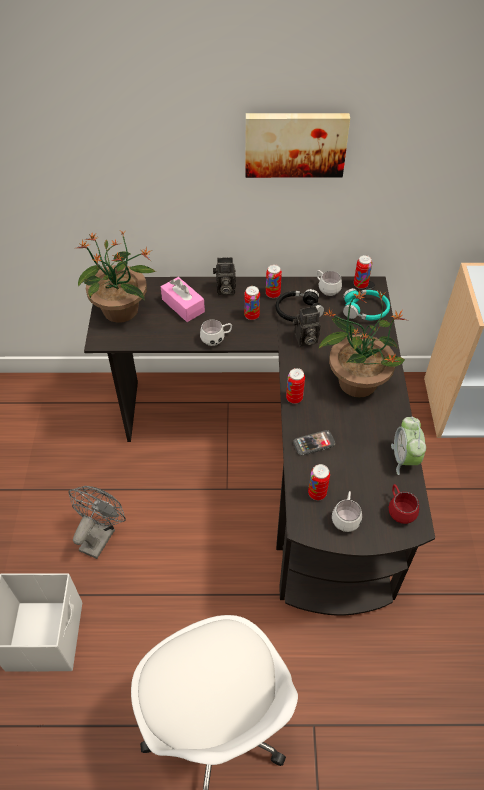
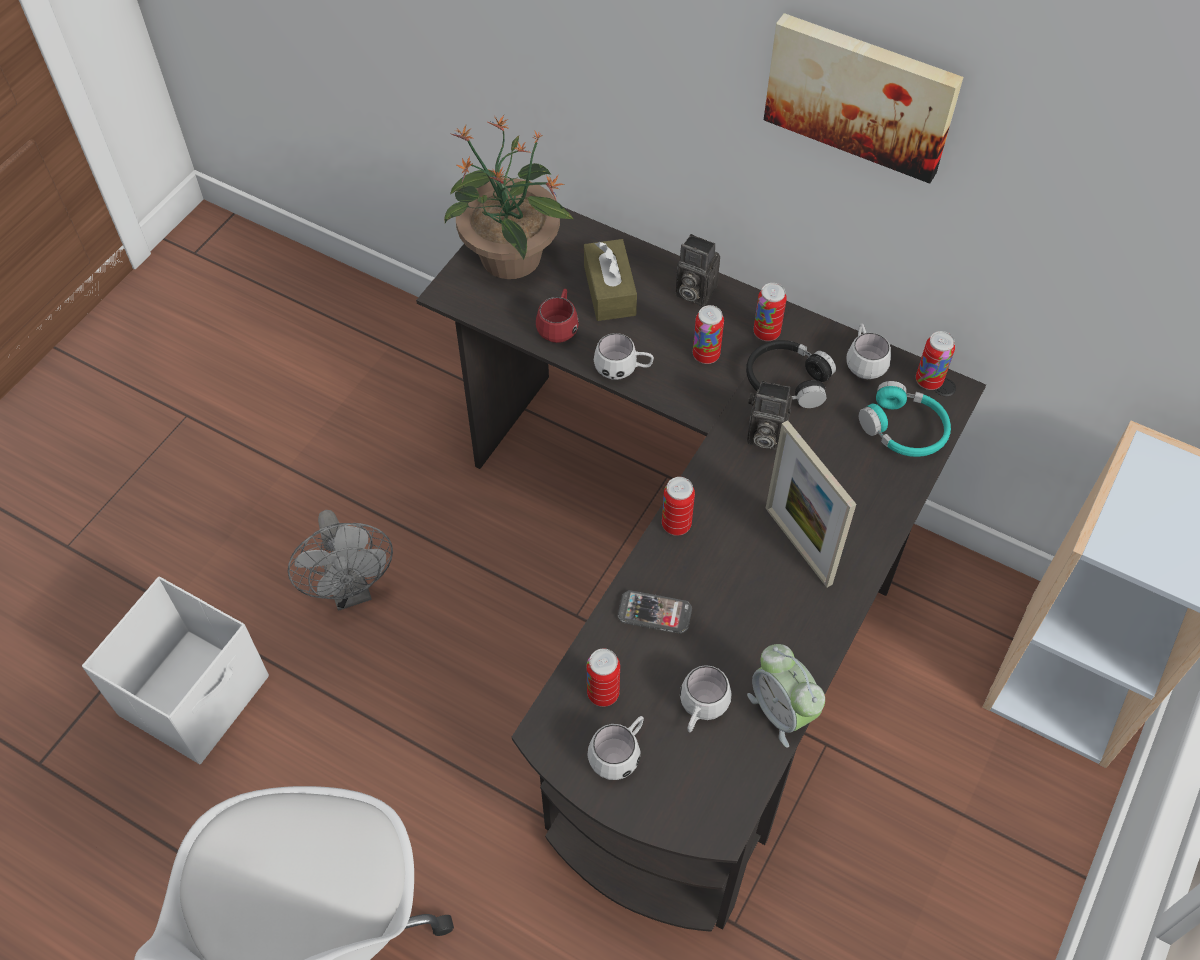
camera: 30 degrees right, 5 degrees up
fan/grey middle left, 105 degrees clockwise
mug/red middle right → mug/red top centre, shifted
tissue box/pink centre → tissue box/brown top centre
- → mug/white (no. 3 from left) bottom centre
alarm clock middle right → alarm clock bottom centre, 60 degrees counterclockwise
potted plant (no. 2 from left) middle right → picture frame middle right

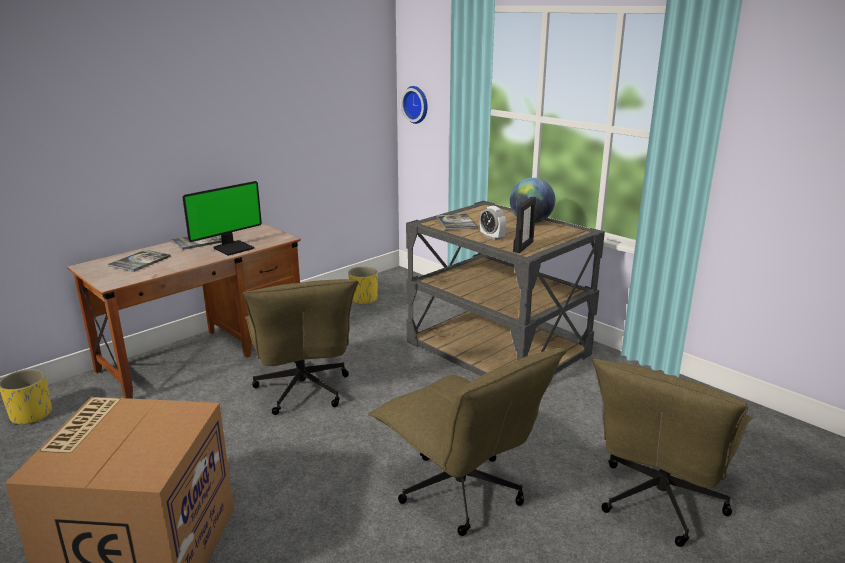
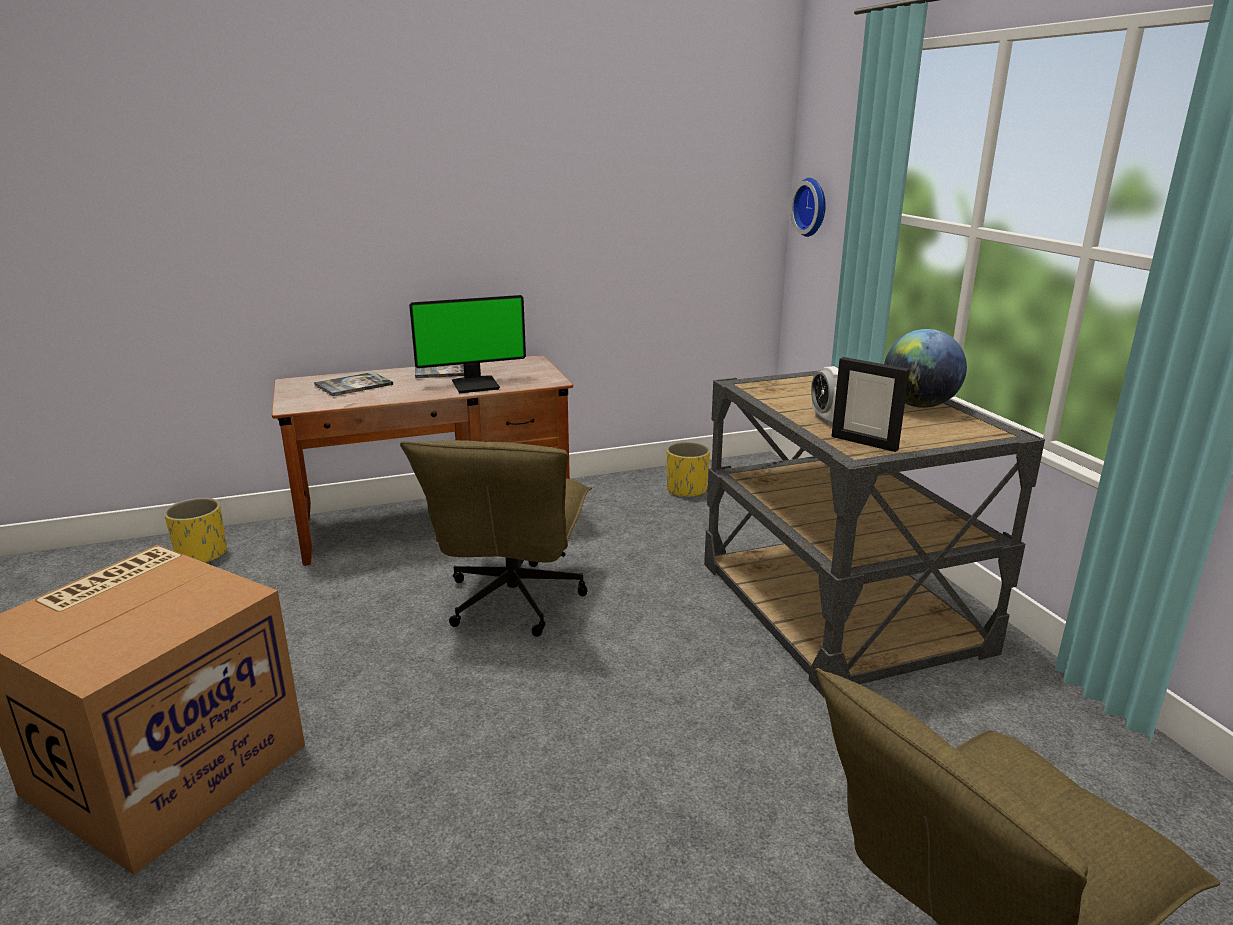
camera: 25 degrees right, 0 degrees up
picture frame centre → picture frame middle right, 75 degrees clockwise
office chair/beige (no. 2 from left) bottom centre → -
book (no. 3 from left) centre → -

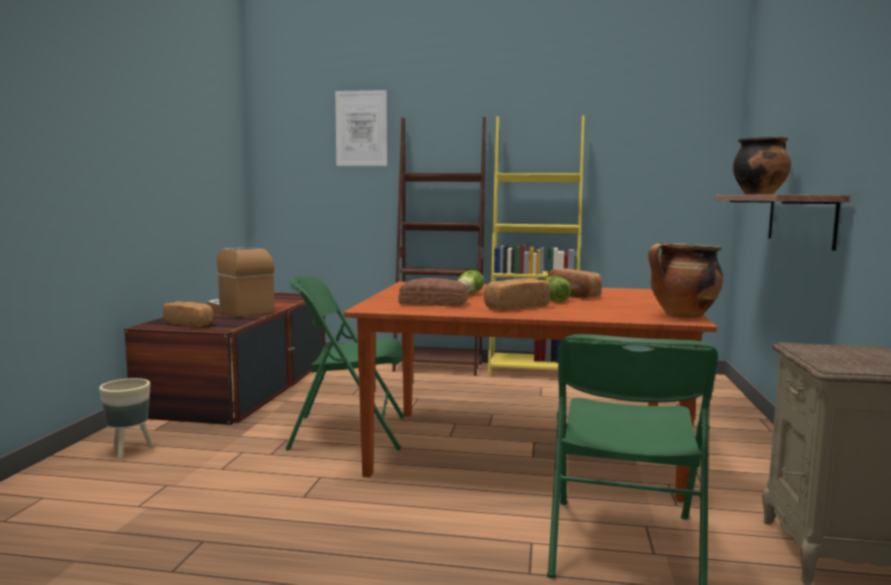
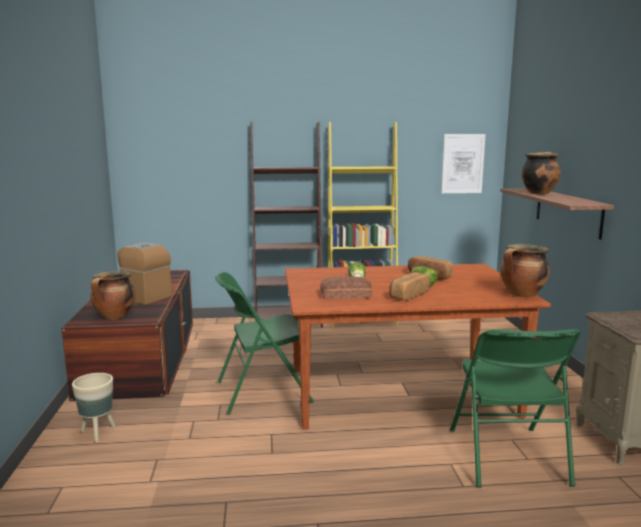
camera: 15 degrees left, 5 degrees up
bread (no. 1 from left) middle left → cooking pot (no. 1 from left) middle left
picture top centre → picture top right, shifted

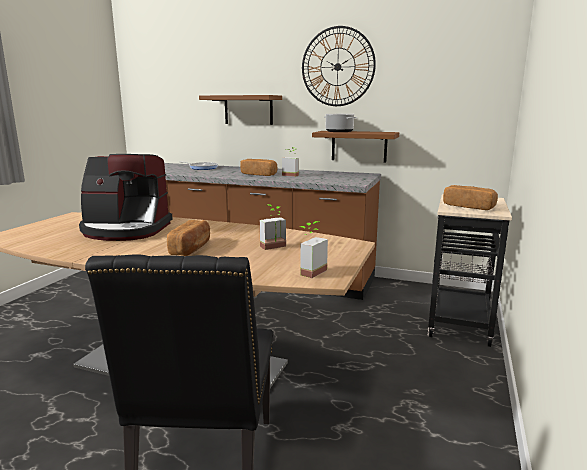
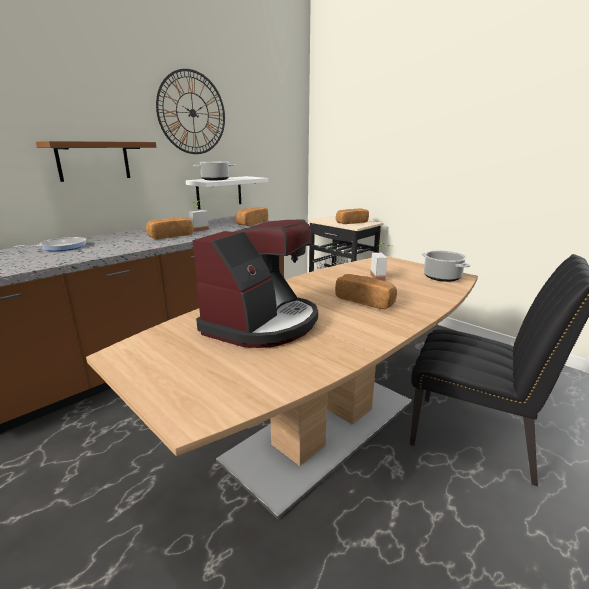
camera: 65 degrees left, 5 degrees up
shelf/brown (no. 2 from left) top centre → shelf/white top centre
- → bread (no. 2 from left) centre
potted plant (no. 3 from left) centre → cooking pot (no. 2 from left) middle right

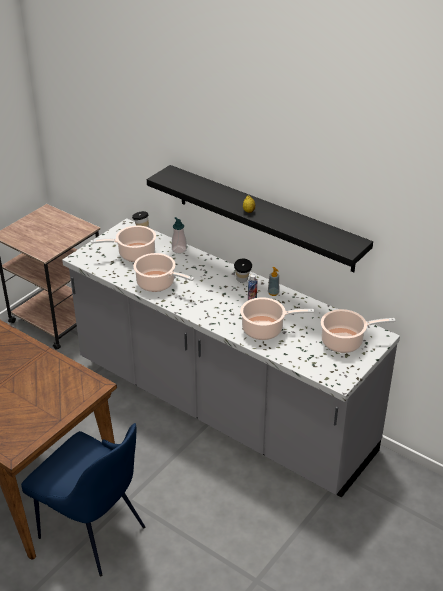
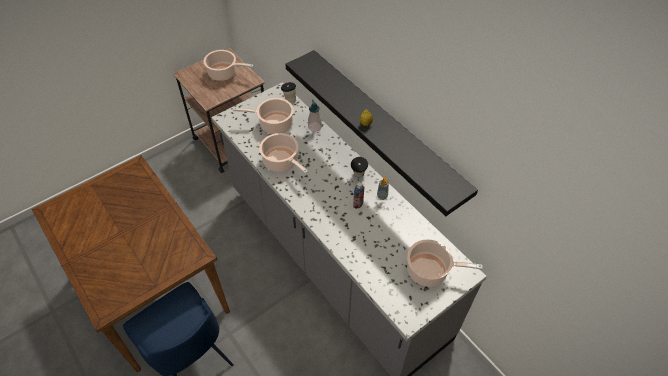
camera: 15 degrees right, 15 degrees up
cooking pot (no. 3 from left in the first image) centre → cooking pot (no. 1 from left) top centre, shifted

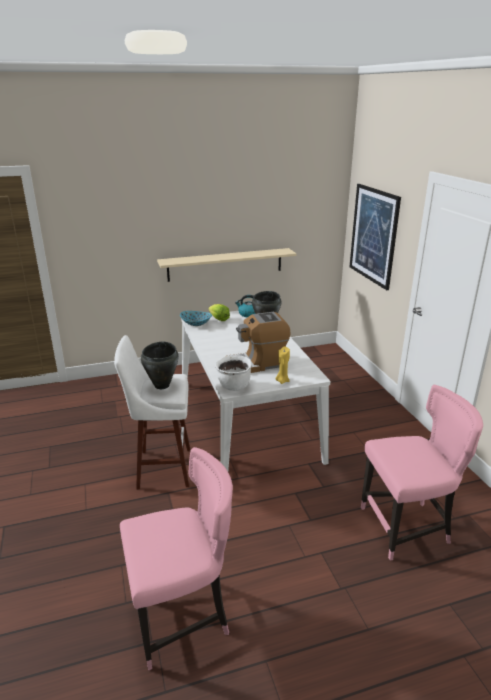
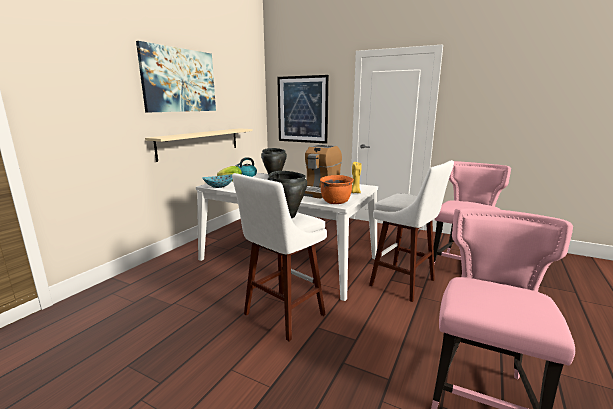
camera: 45 degrees left, 10 degrees down
- → picture (no. 1 from left) top left
cooking pot/white centre → cooking pot/orange centre
- → stool/white (no. 2 from left) middle right

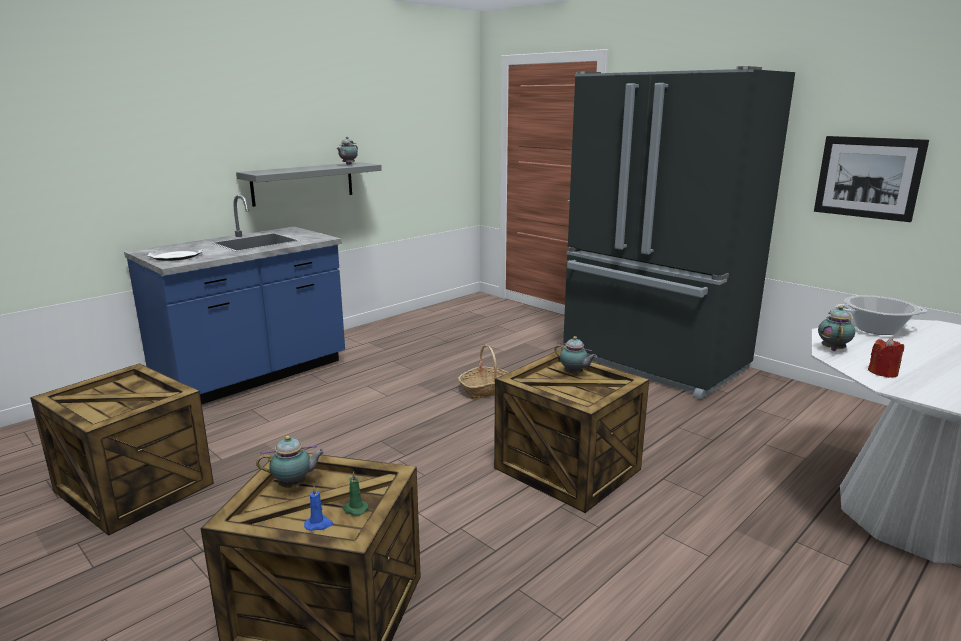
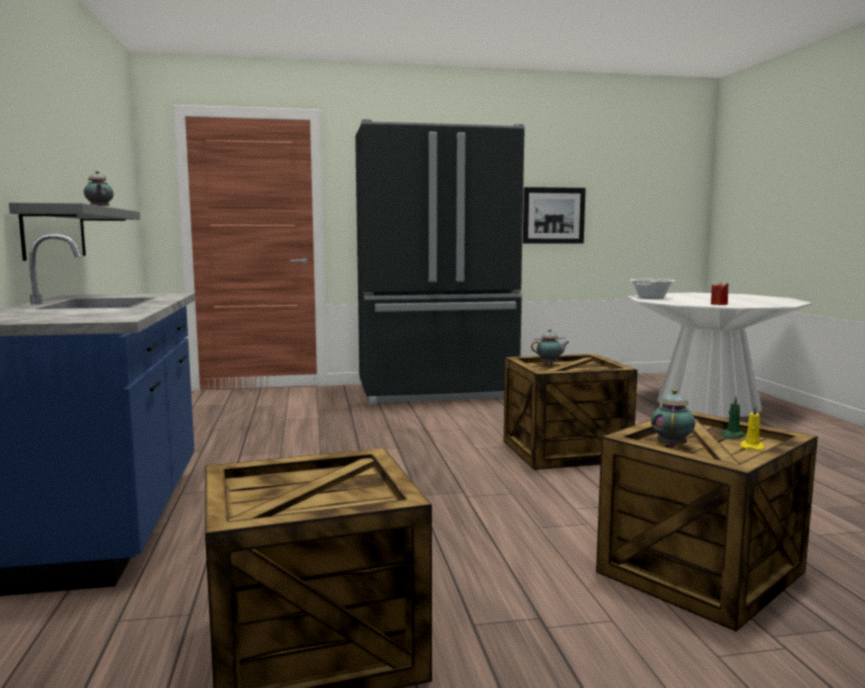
camera: 55 degrees left, 10 degrees down
candle/blue bottom left → candle/yellow middle right
plate middle left → -
basket centre → -
teapot (no. 4 from left) middle right → -

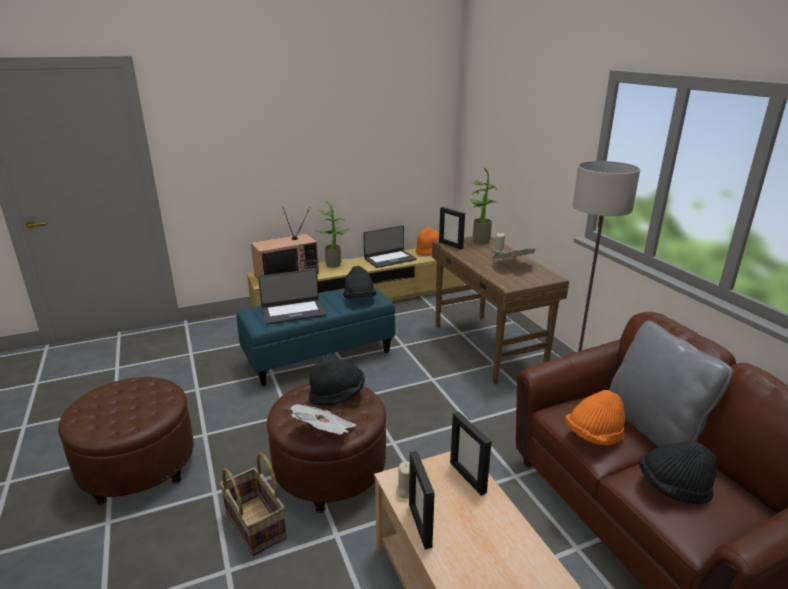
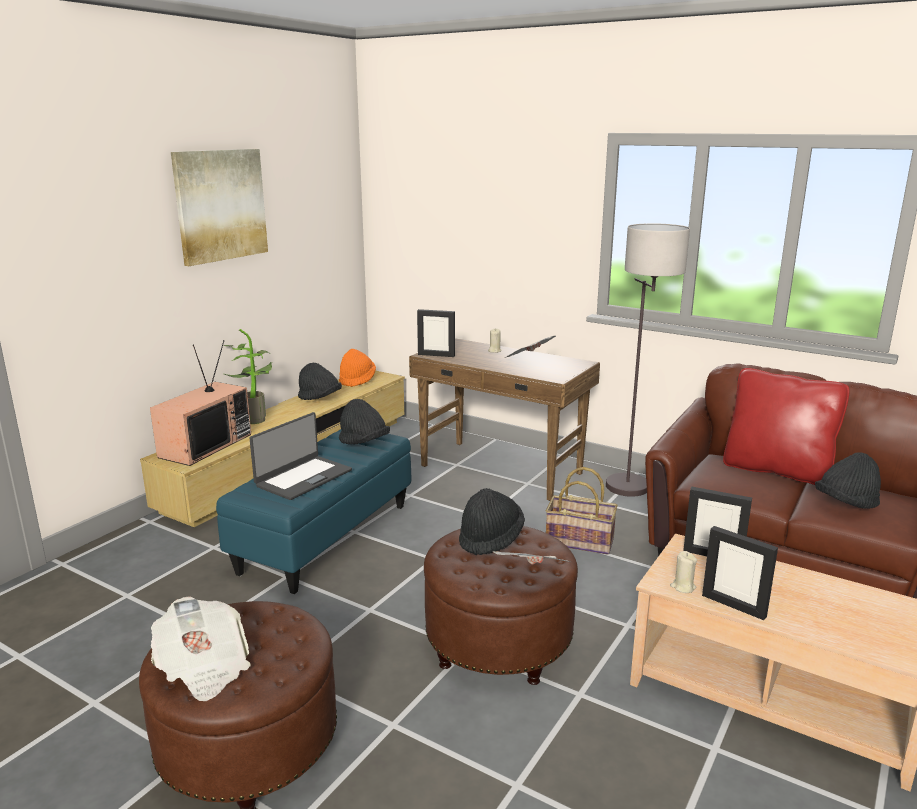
camera: 35 degrees left, 5 degrees down
- → newspaper (no. 1 from left) bottom left
- → picture top left
laptop (no. 2 from left) centre → hat/black (no. 1 from left) centre
basket bottom left → basket centre, shifted
pillow/grey middle right → pillow/red middle right
potted plant (no. 2 from left) centre → -
hat/orange (no. 2 from left) bottom right → -

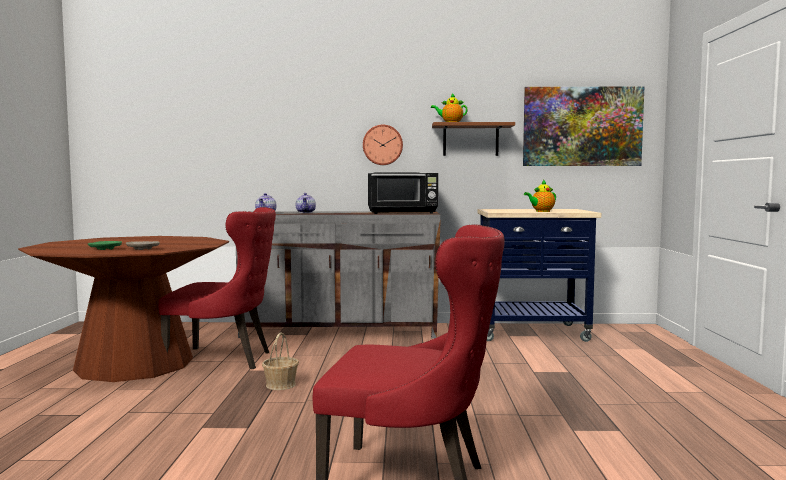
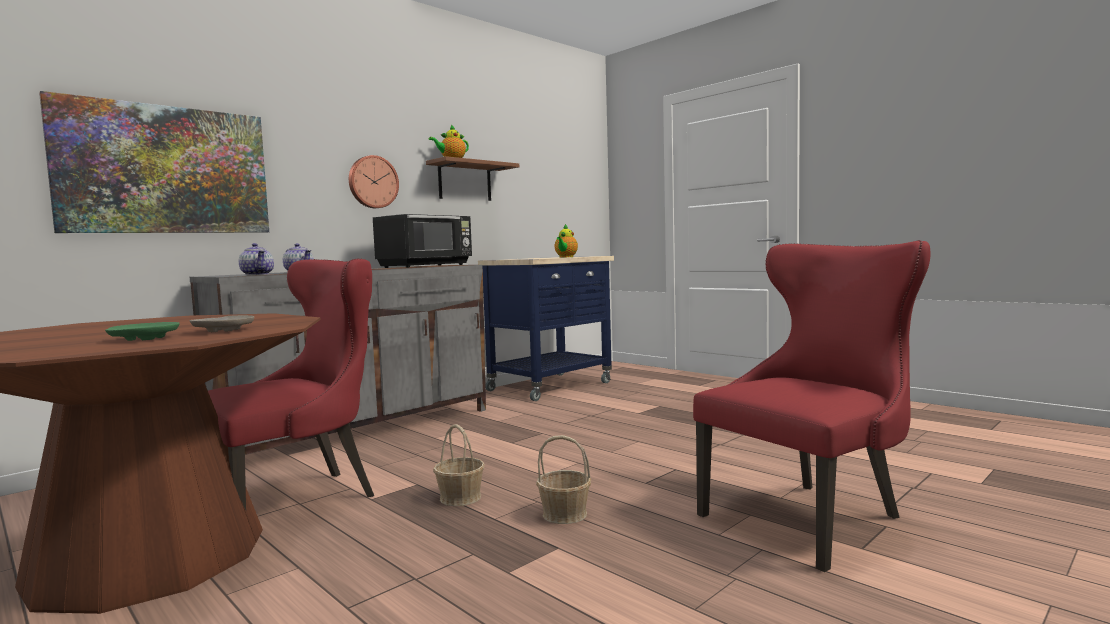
camera: 45 degrees left, 0 degrees up
picture top right → picture top left, shifted
- → basket (no. 2 from left) bottom centre

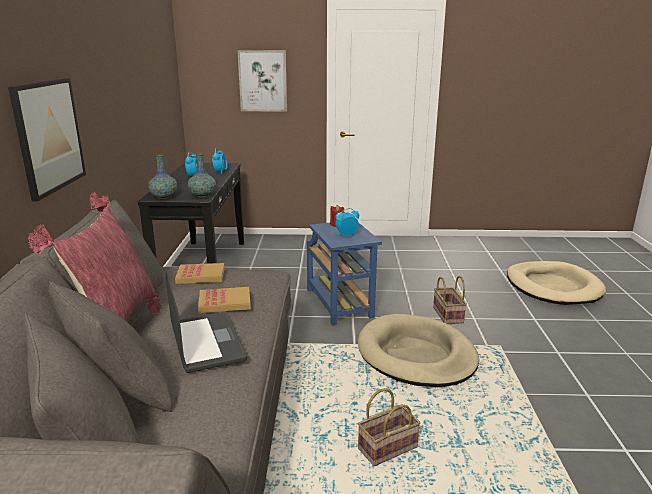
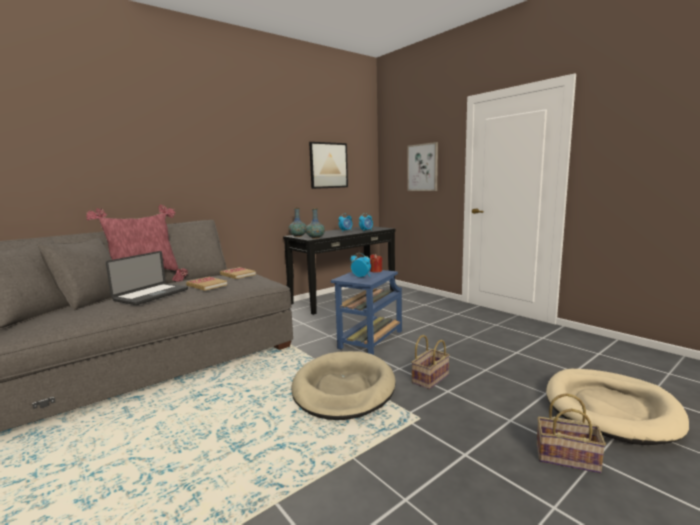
camera: 50 degrees right, 10 degrees down
picture (no. 1 from left) top left → picture (no. 1 from left) top centre, shifted
basket (no. 1 from left in the first image) bottom centre → basket (no. 2 from left) bottom right, shifted

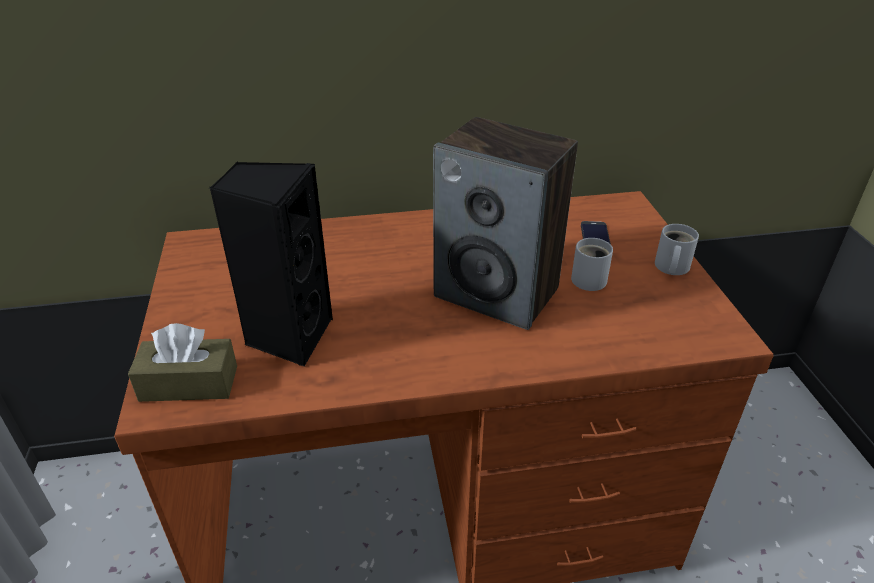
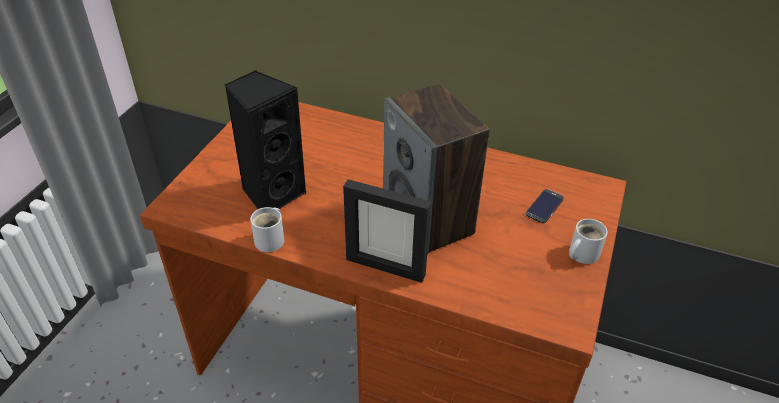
camera: 30 degrees right, 5 degrees up
mug/white (no. 1 from left) middle right → mug/white (no. 1 from left) centre, shifted
- → picture frame centre
tissue box/brown middle left → -

